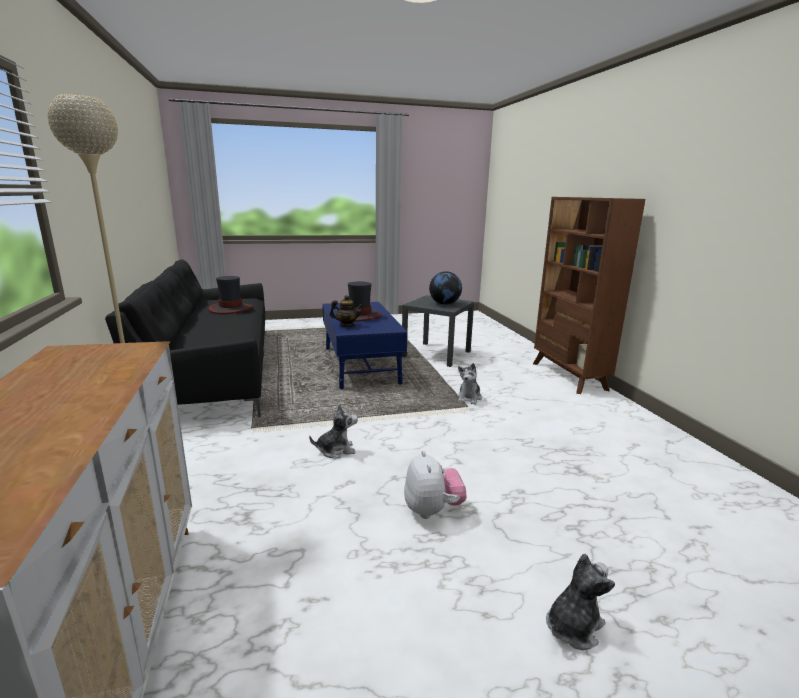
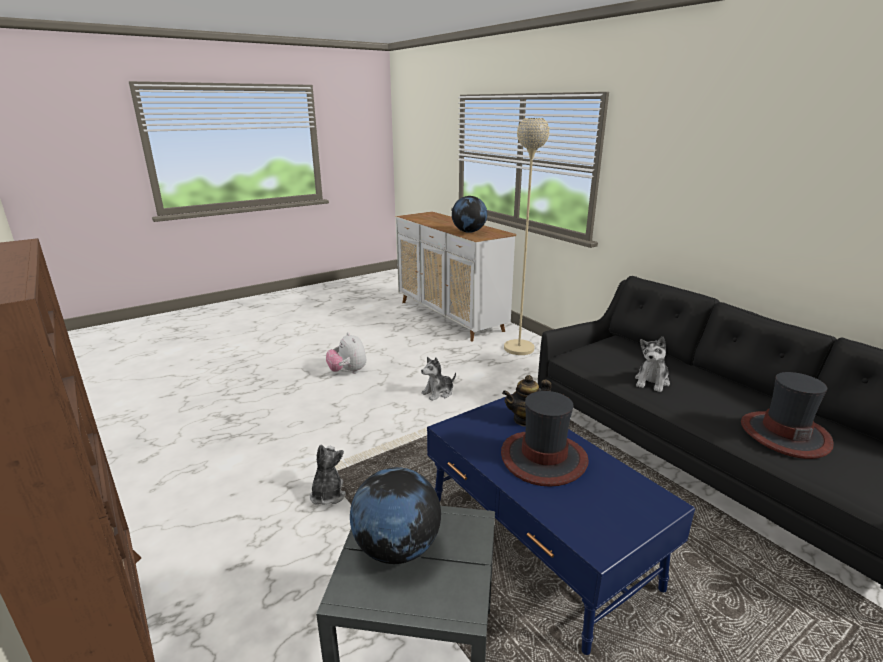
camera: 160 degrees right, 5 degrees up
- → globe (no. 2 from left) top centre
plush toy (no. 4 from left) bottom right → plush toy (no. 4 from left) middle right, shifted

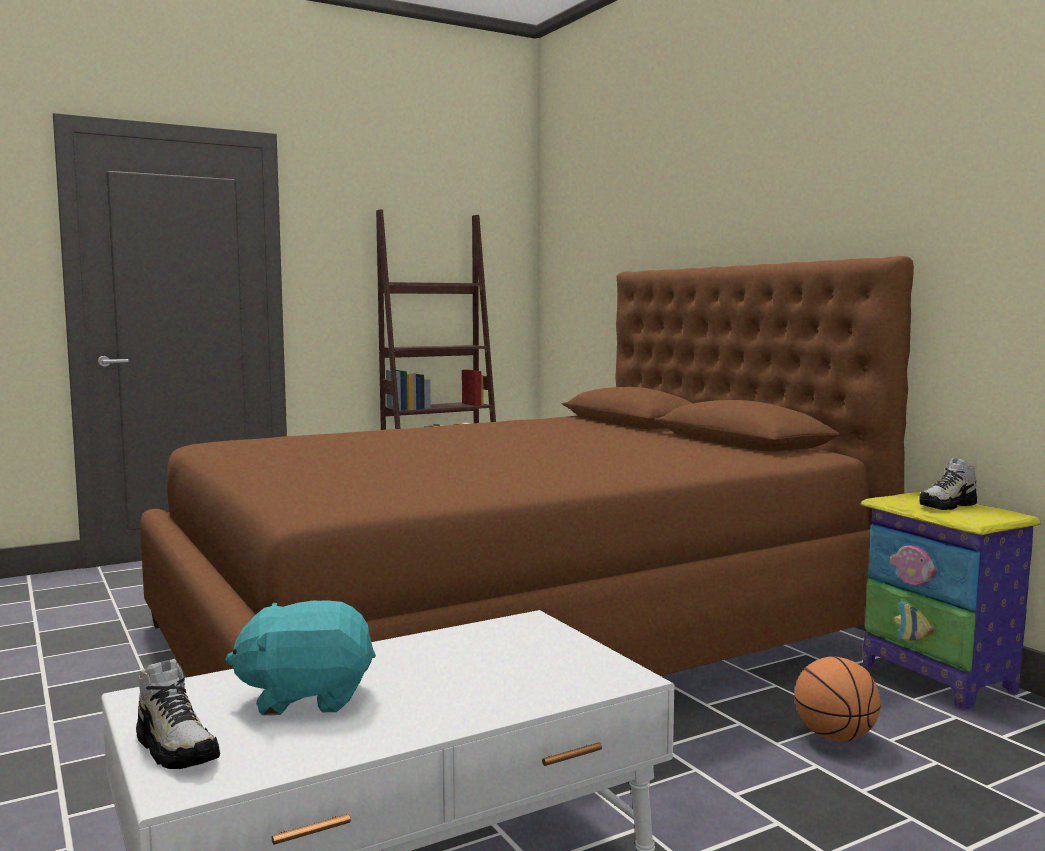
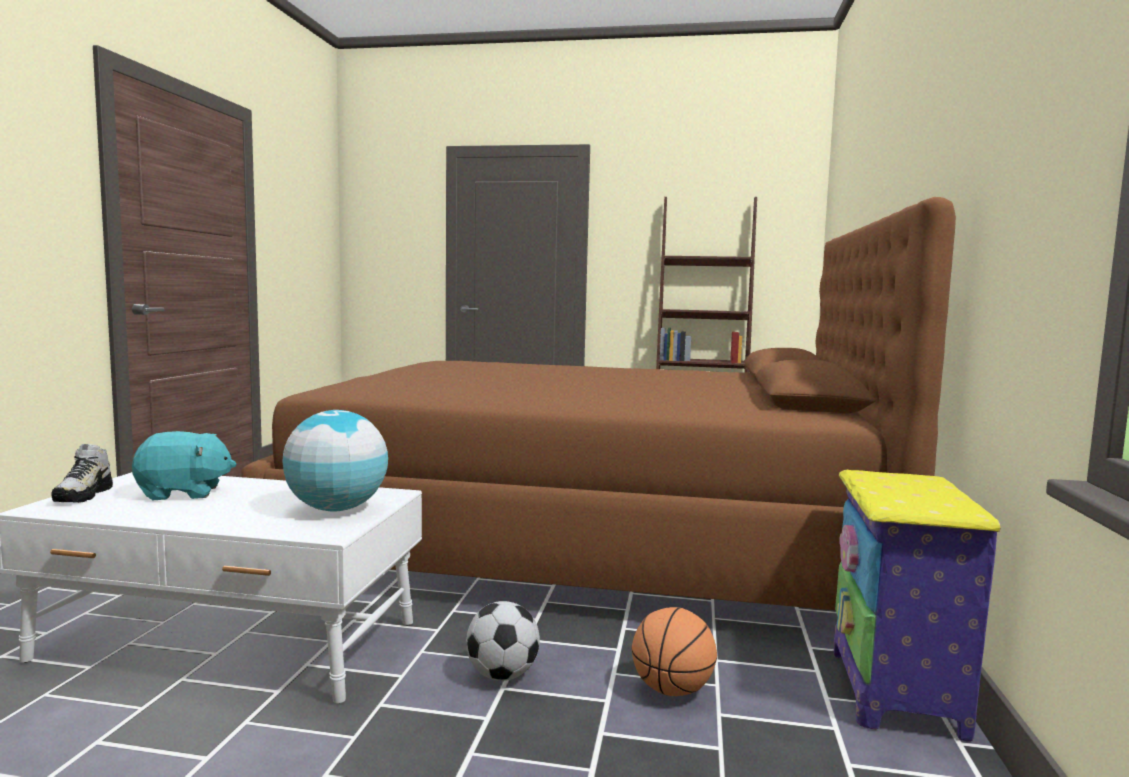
camera: 40 degrees right, 0 degrees up
plush toy/turquoise bottom left → plush toy/turquoise middle left, 135 degrees clockwise
- → globe middle left
- → football bottom centre
shoe (no. 2 from left) middle right → -

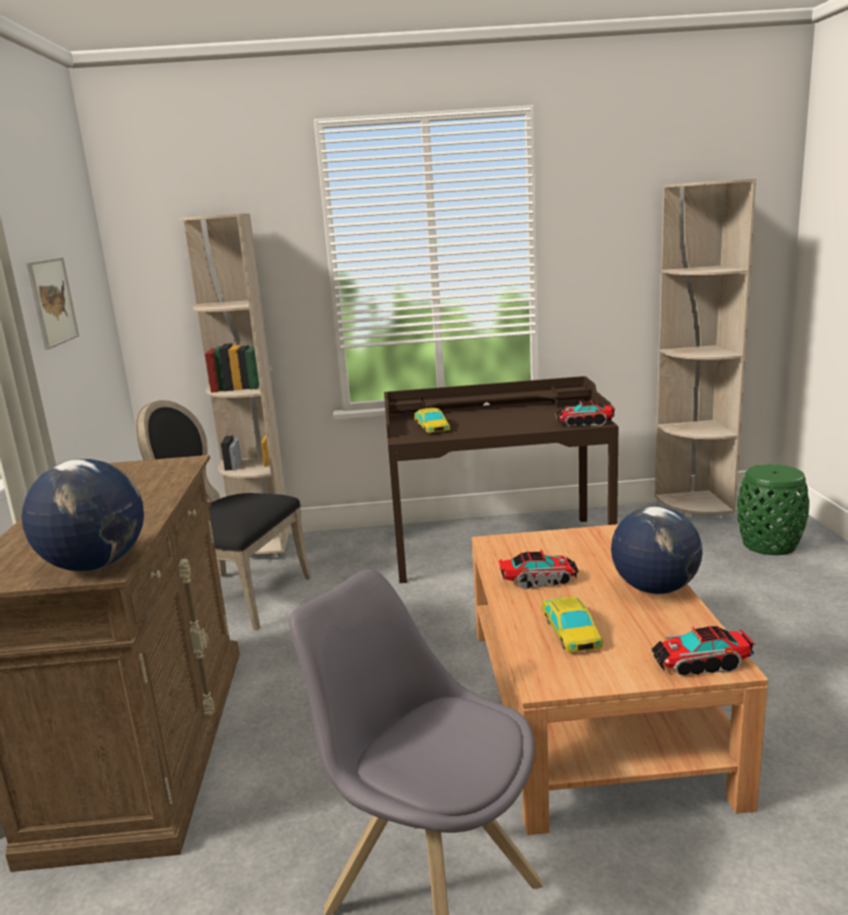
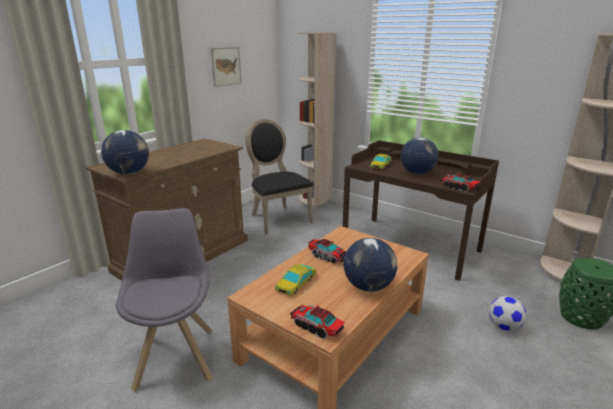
camera: 40 degrees right, 5 degrees up
- → globe (no. 3 from left) middle right
- → football bottom right

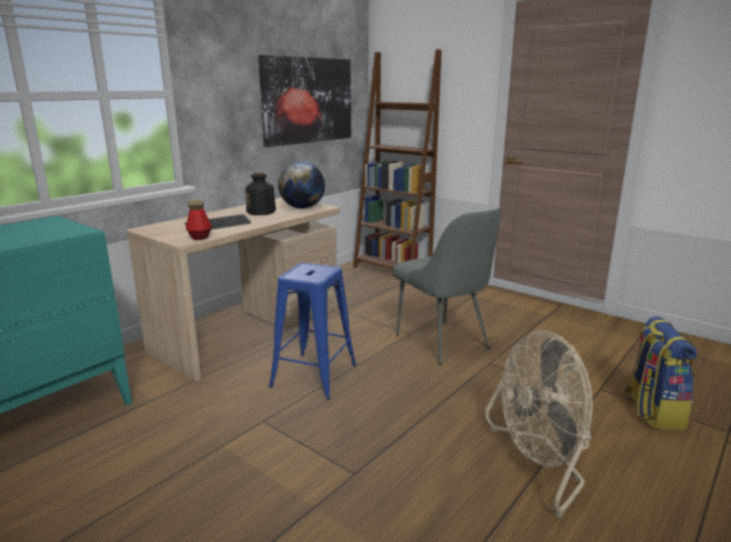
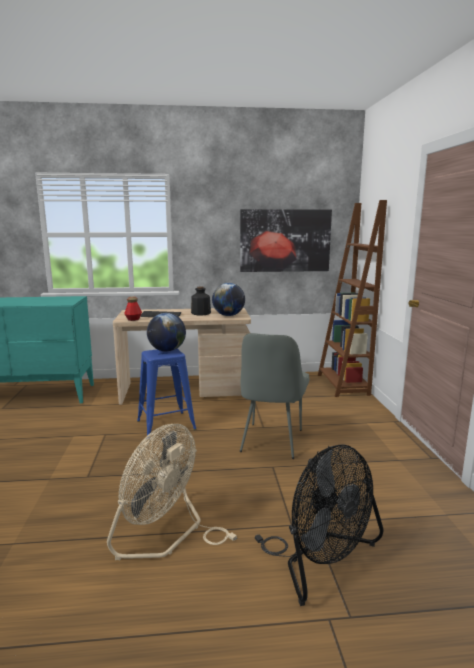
camera: 45 degrees right, 5 degrees down
- → globe (no. 1 from left) centre
backpack bottom right → fan/black bottom right

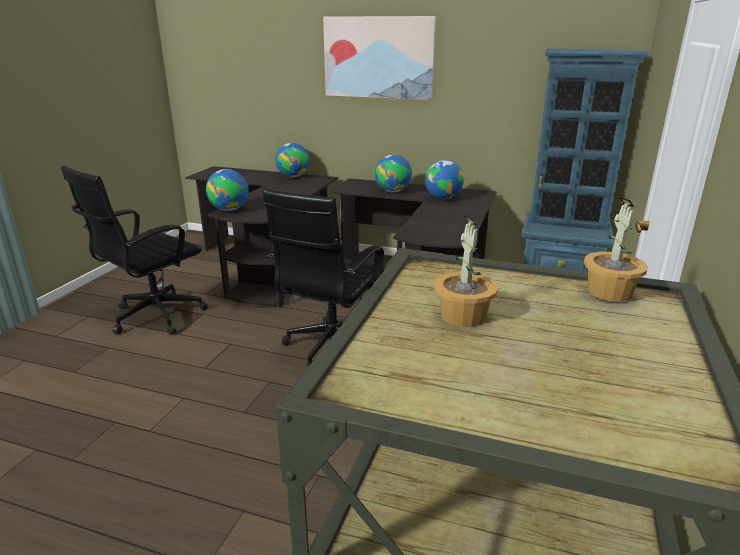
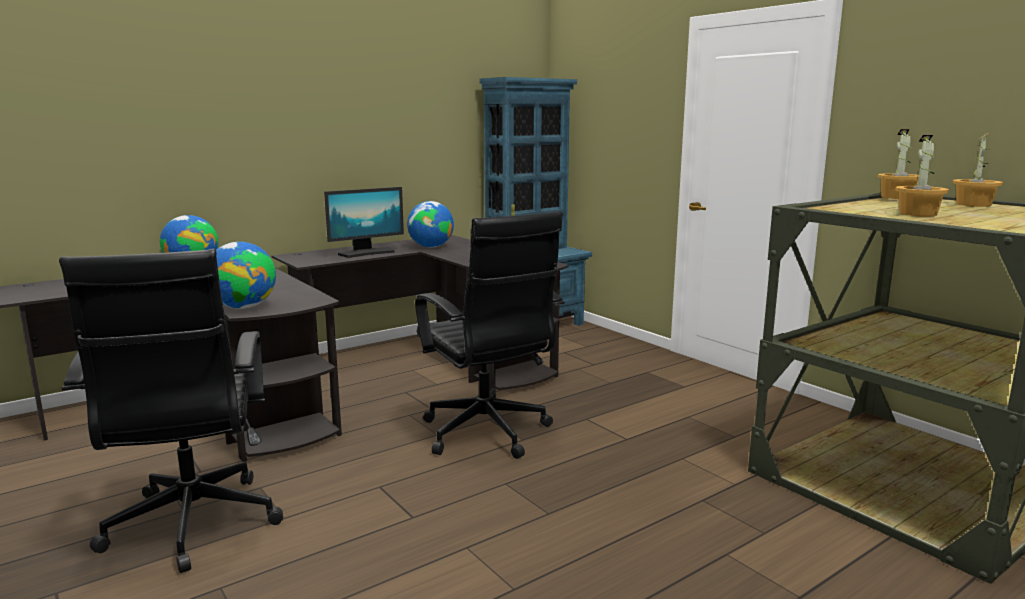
camera: 55 degrees left, 10 degrees down
globe (no. 3 from left) top centre → monitor centre
- → potted plant (no. 3 from left) top right
picture top centre → -

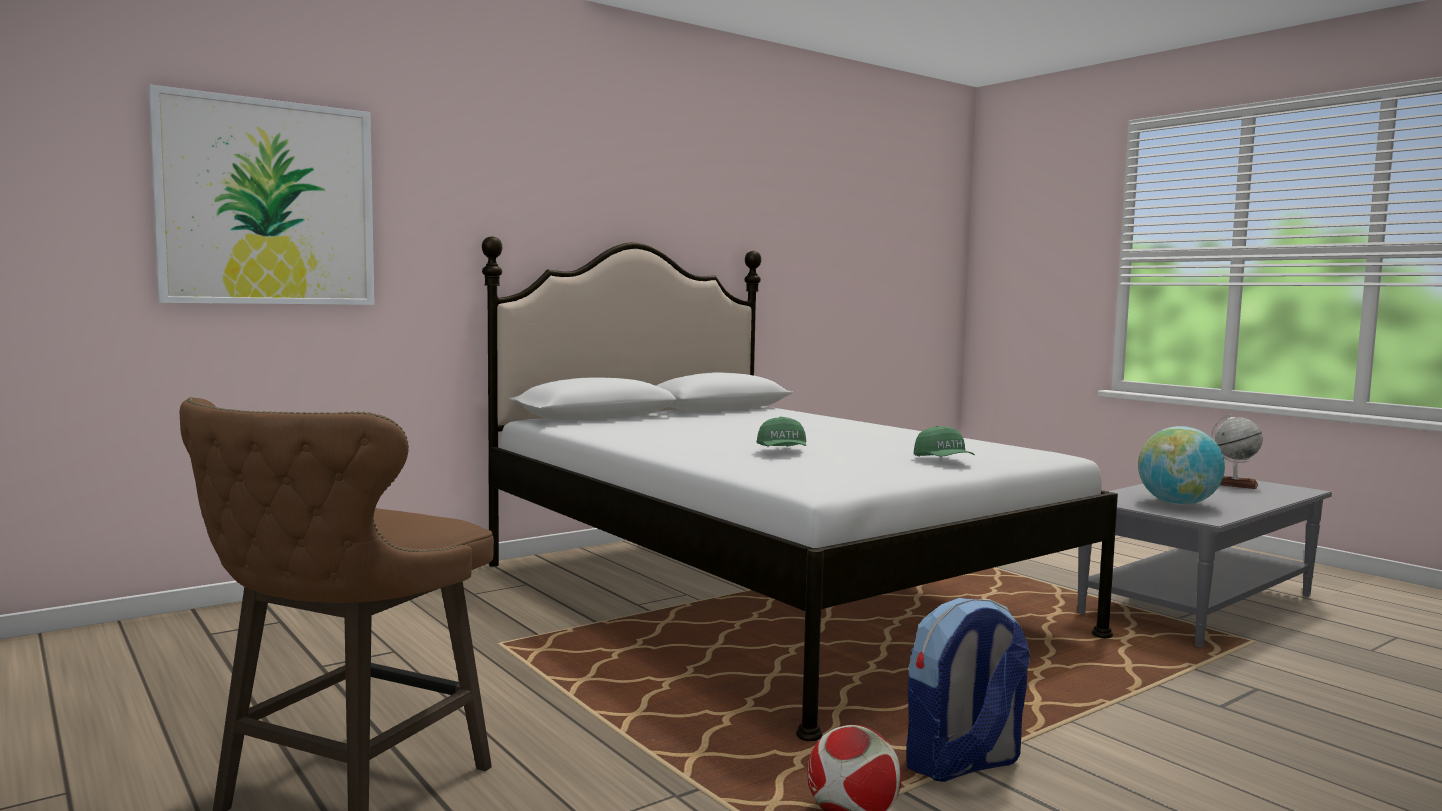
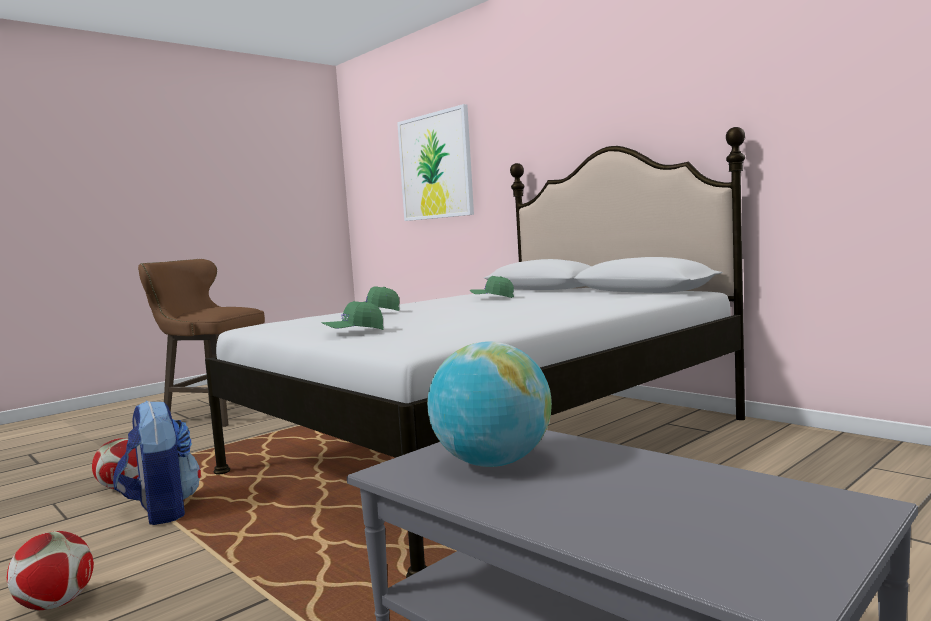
camera: 85 degrees right, 0 degrees up
- → football (no. 1 from left) bottom left
- → cap/green (no. 3 from left) centre
globe (no. 2 from left) middle right → -

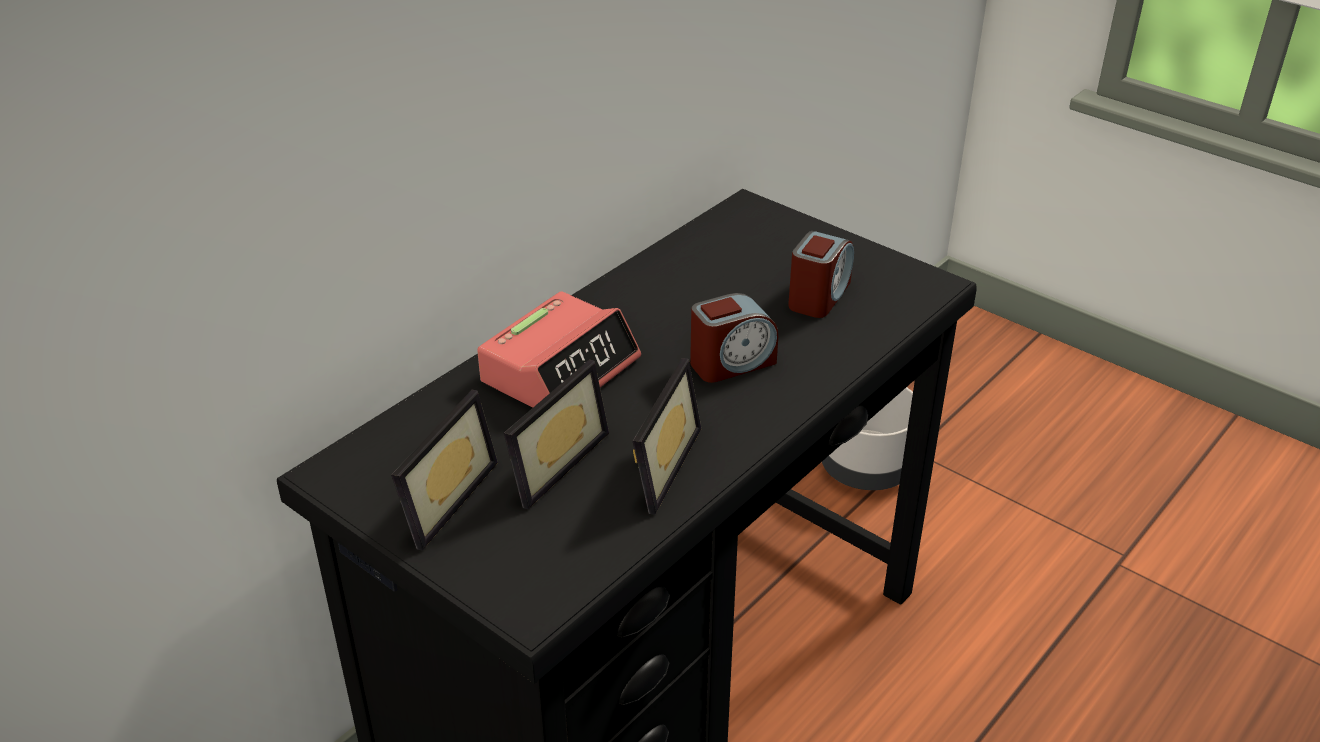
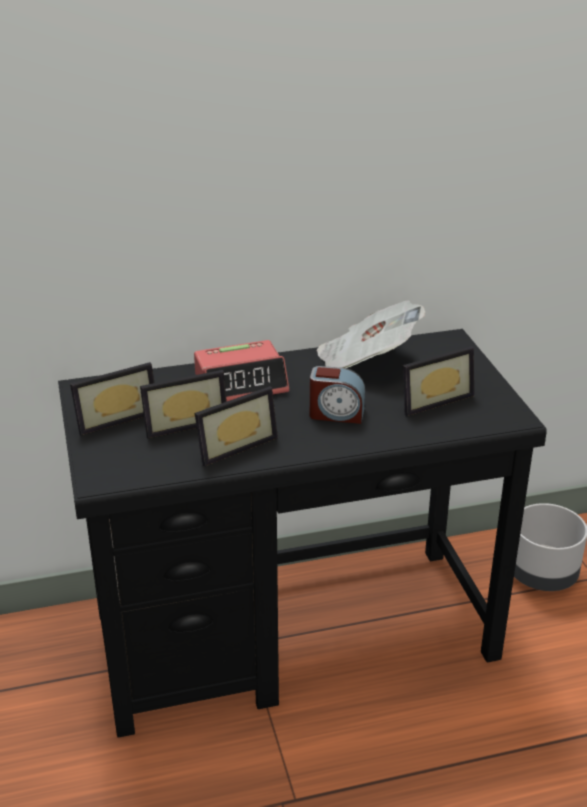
camera: 35 degrees right, 5 degrees down
- → newspaper centre
alarm clock (no. 3 from left) centre → picture frame (no. 4 from left) middle right

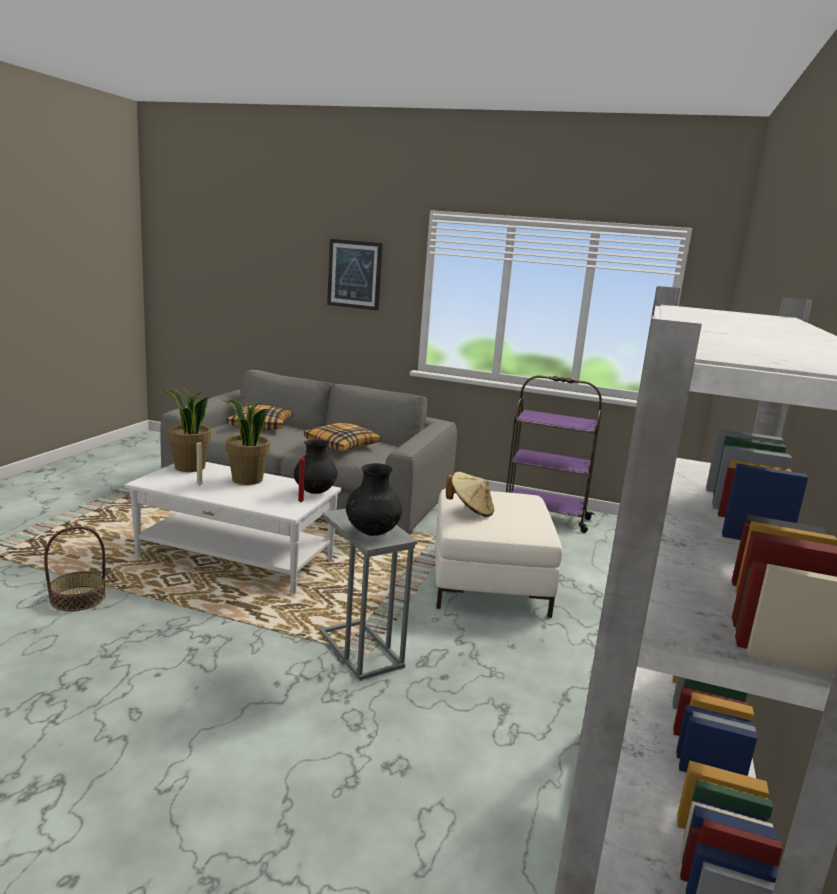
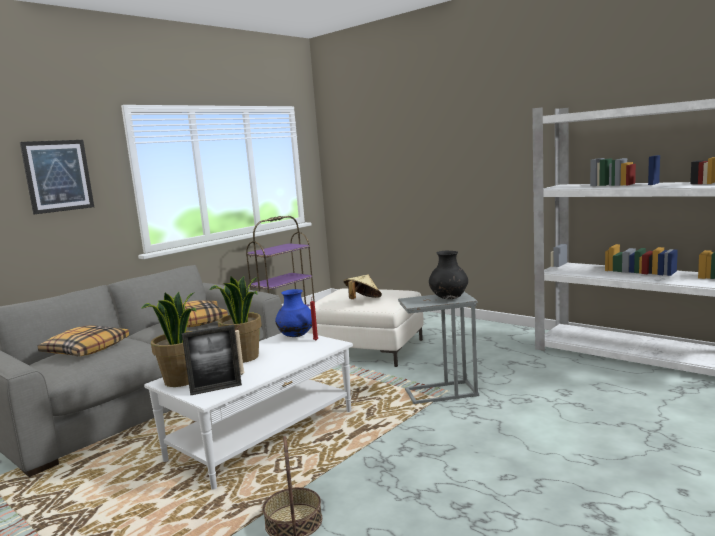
camera: 65 degrees left, 5 degrees down
- → picture frame bottom left
vase/black (no. 1 from left) centre → vase/blue centre

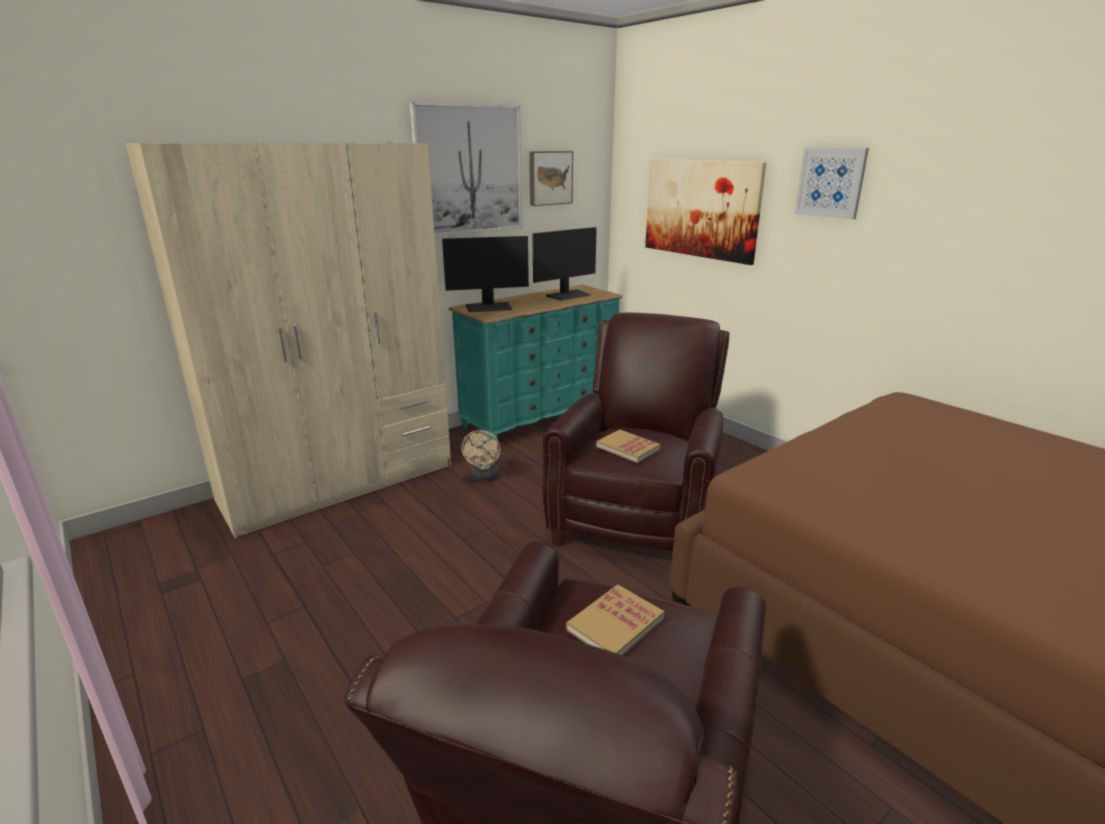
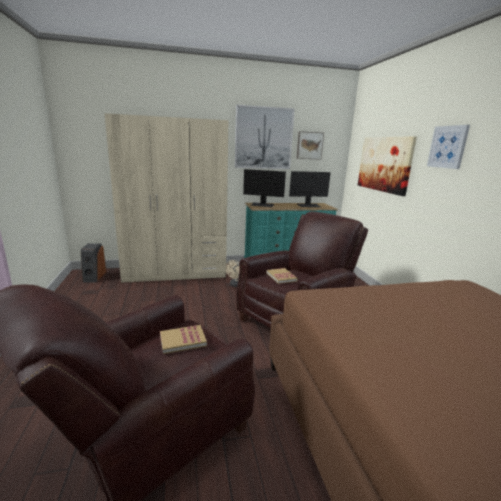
camera: 25 degrees right, 5 degrees down
- → speaker middle left

